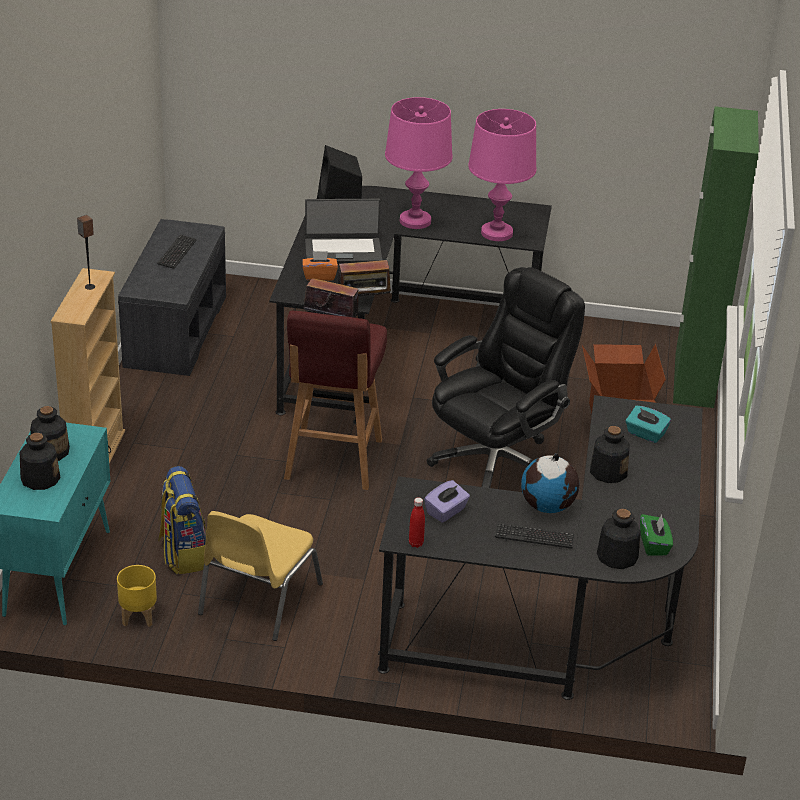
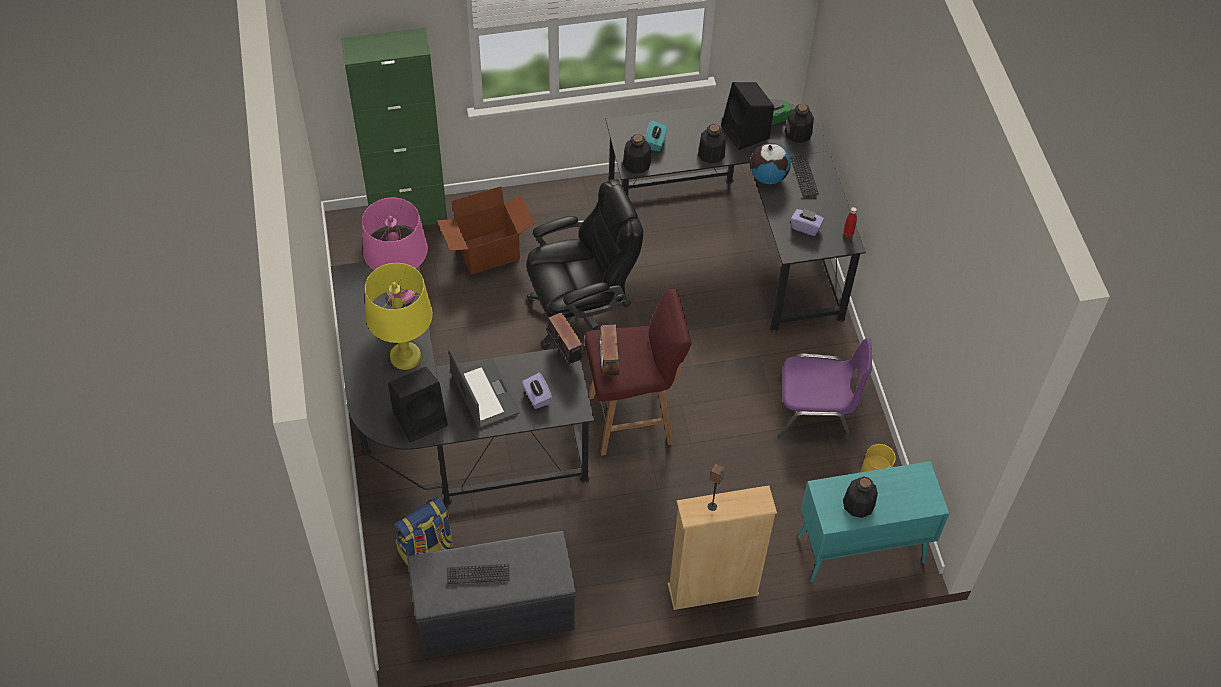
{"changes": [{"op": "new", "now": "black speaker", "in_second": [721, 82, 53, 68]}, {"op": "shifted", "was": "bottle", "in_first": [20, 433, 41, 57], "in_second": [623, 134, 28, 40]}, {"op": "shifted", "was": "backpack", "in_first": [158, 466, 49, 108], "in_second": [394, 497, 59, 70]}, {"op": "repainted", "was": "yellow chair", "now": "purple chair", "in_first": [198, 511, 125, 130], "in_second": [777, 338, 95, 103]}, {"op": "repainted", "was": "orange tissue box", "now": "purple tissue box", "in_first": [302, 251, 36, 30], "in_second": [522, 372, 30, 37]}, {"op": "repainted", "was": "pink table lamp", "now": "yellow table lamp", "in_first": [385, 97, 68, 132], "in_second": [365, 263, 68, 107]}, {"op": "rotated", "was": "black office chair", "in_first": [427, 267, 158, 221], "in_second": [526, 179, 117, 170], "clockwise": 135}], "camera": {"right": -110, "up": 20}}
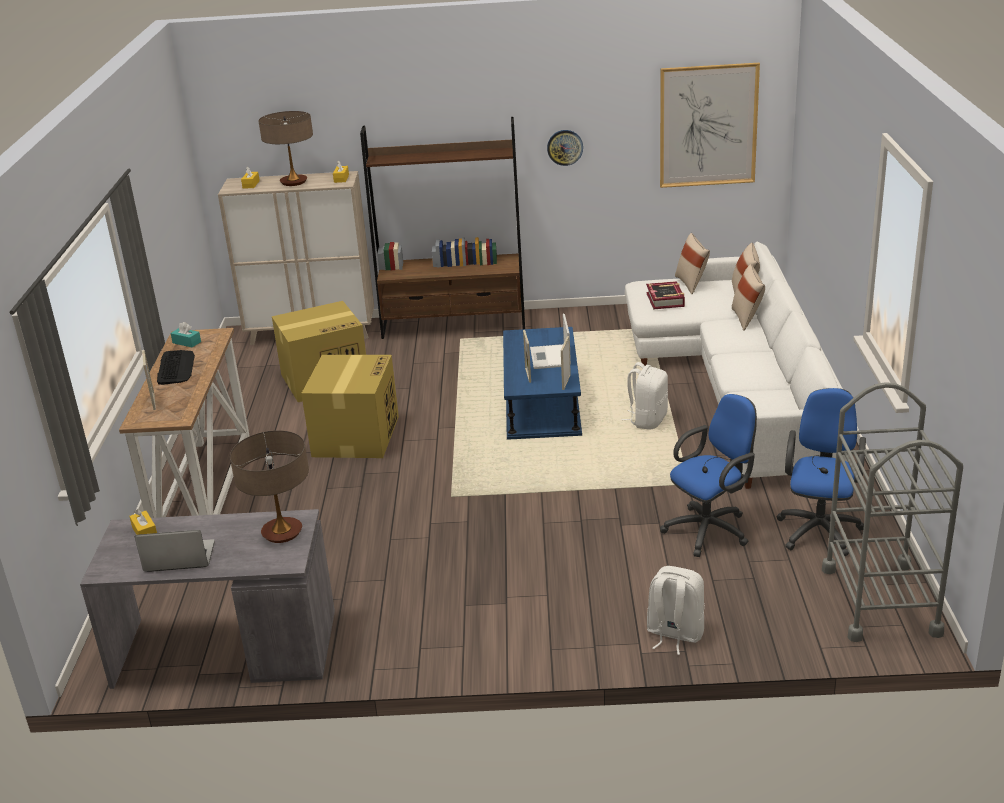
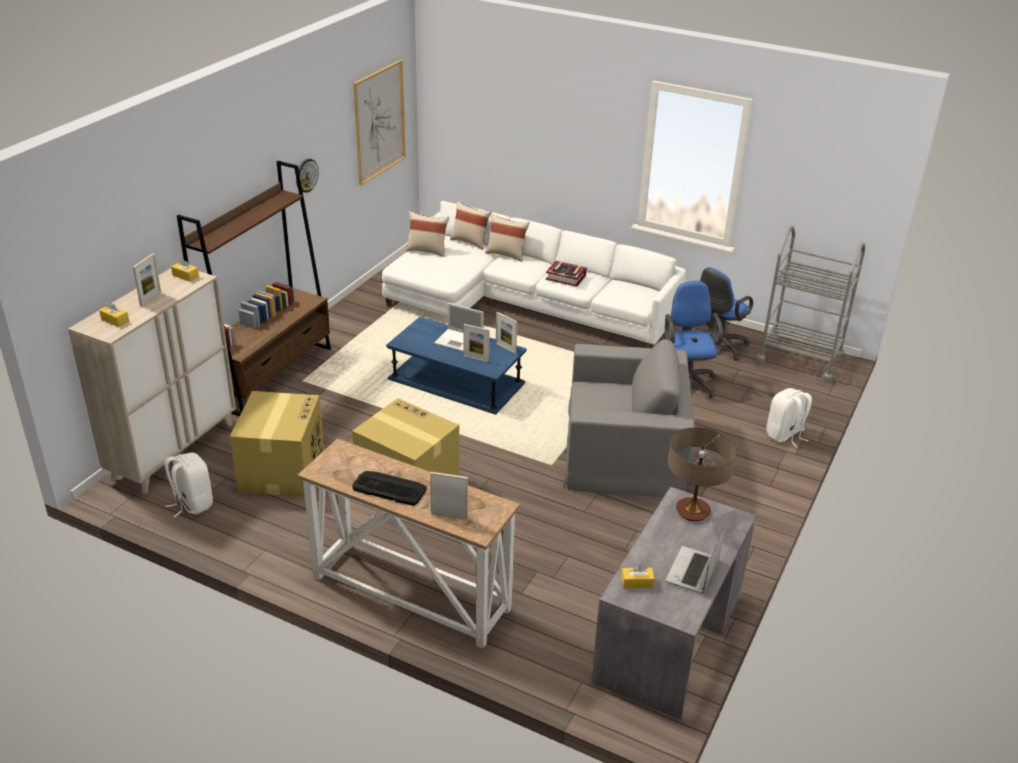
{"changes": [{"op": "gone", "was": "turquoise tissue box", "in_first": [170, 322, 31, 25]}, {"op": "new", "now": "grey armchair", "in_second": [564, 339, 131, 158]}, {"op": "shifted", "was": "white backpack", "in_first": [621, 362, 47, 68], "in_second": [165, 452, 48, 65]}, {"op": "shifted", "was": "book", "in_first": [646, 281, 39, 28], "in_second": [546, 261, 41, 26]}, {"op": "swapped", "was": "table lamp", "now": "picture frame", "in_first": [258, 111, 55, 75], "in_second": [133, 253, 28, 53]}, {"op": "rotated", "was": "blue office chair", "in_first": [776, 388, 90, 168], "in_second": [700, 267, 53, 94], "clockwise": -90}], "camera": {"right": -65, "up": 5}}
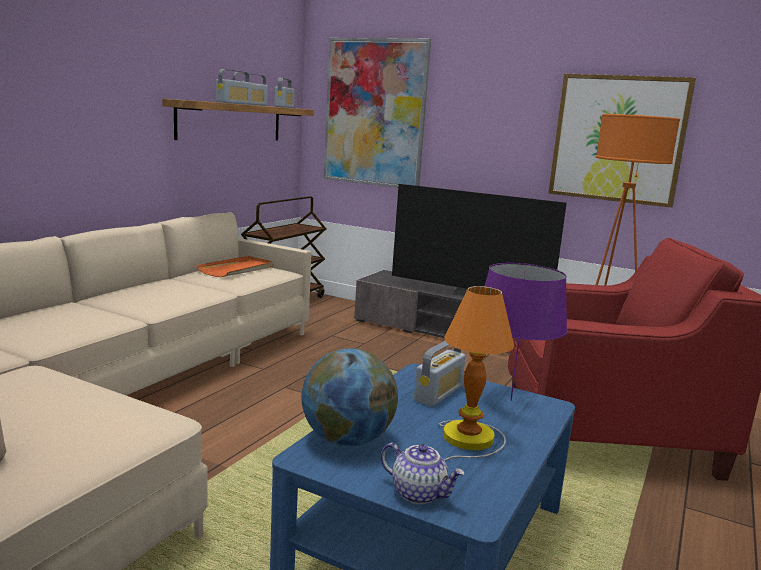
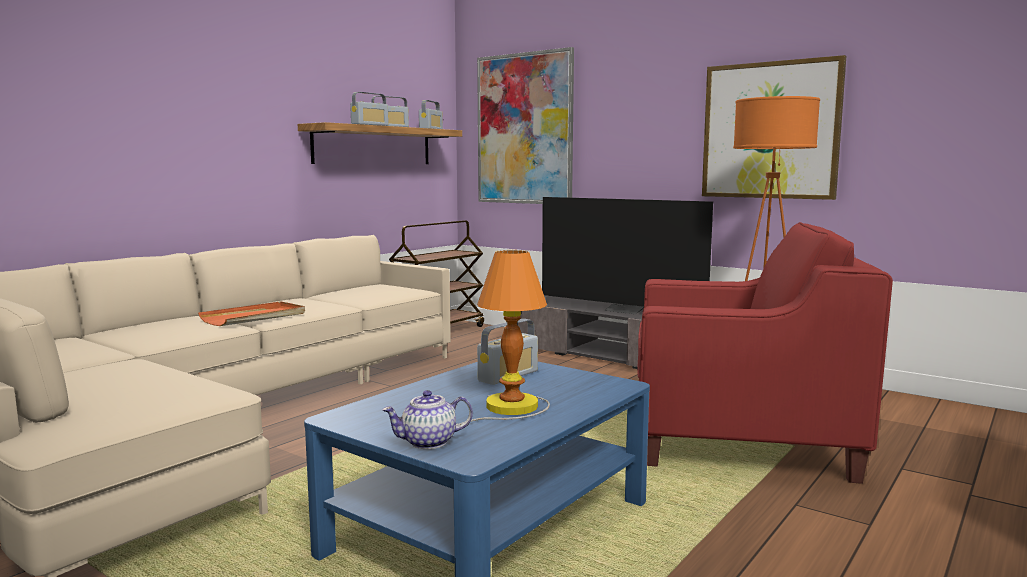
{"changes": [{"op": "gone", "was": "globe", "in_first": [301, 348, 97, 98]}, {"op": "gone", "was": "purple table lamp", "in_first": [484, 263, 83, 138]}, {"op": "shifted", "was": "orange tray", "in_first": [196, 256, 78, 21], "in_second": [198, 301, 107, 25]}, {"op": "rotated", "was": "teapot", "in_first": [381, 443, 84, 61], "in_second": [382, 390, 91, 59], "clockwise": 120}], "camera": {"right": 10, "up": -5}}
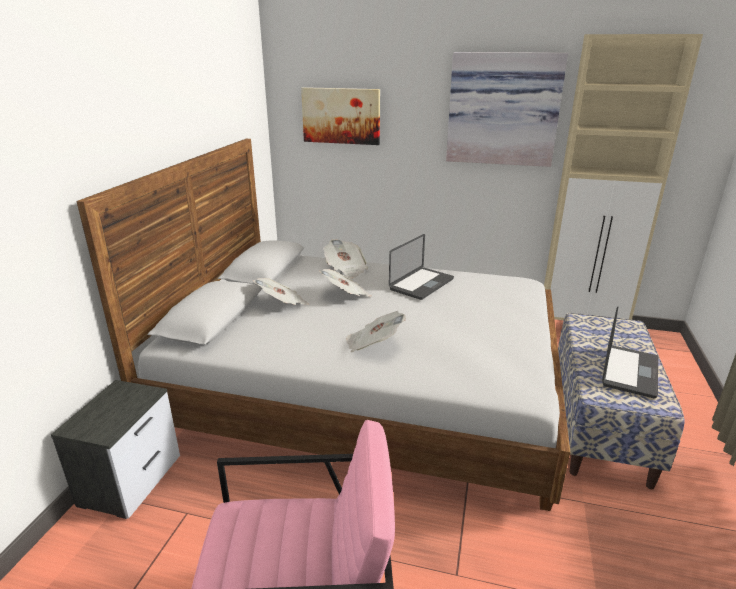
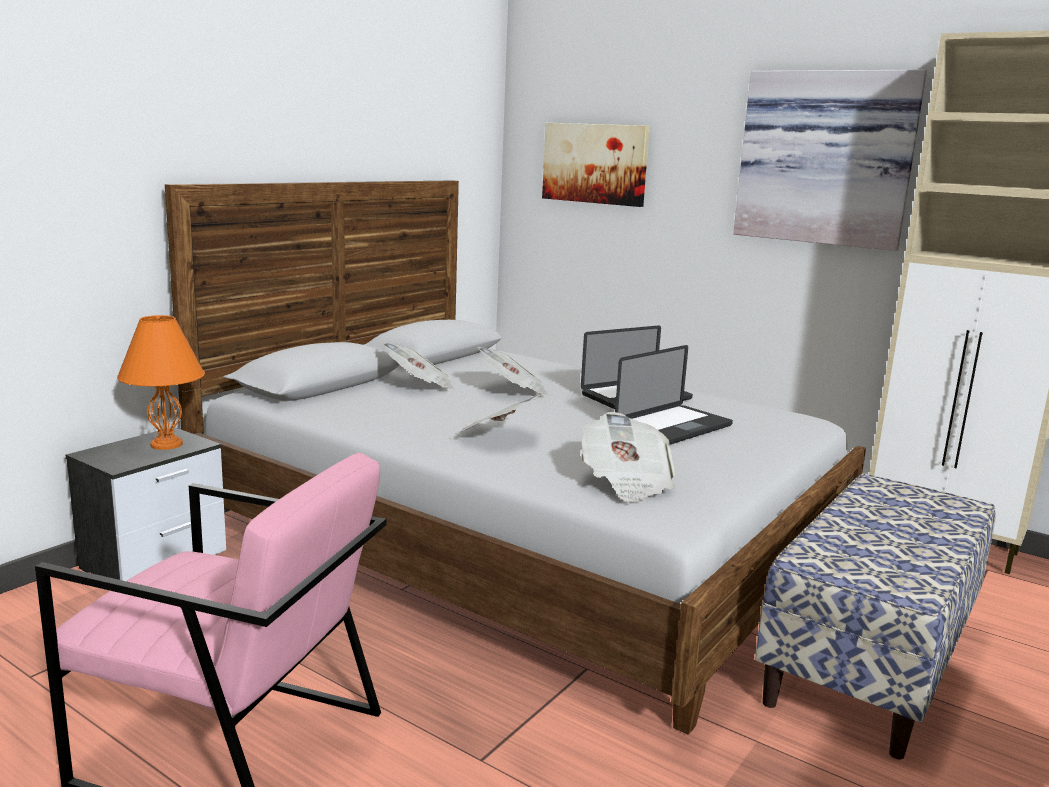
{"changes": [{"op": "new", "now": "orange table lamp", "in_second": [117, 315, 88, 135]}, {"op": "shifted", "was": "newspaper", "in_first": [323, 239, 45, 40], "in_second": [581, 412, 94, 90]}, {"op": "shifted", "was": "laptop", "in_first": [602, 307, 56, 92], "in_second": [615, 345, 118, 99]}], "camera": {"right": 20, "up": -10}}
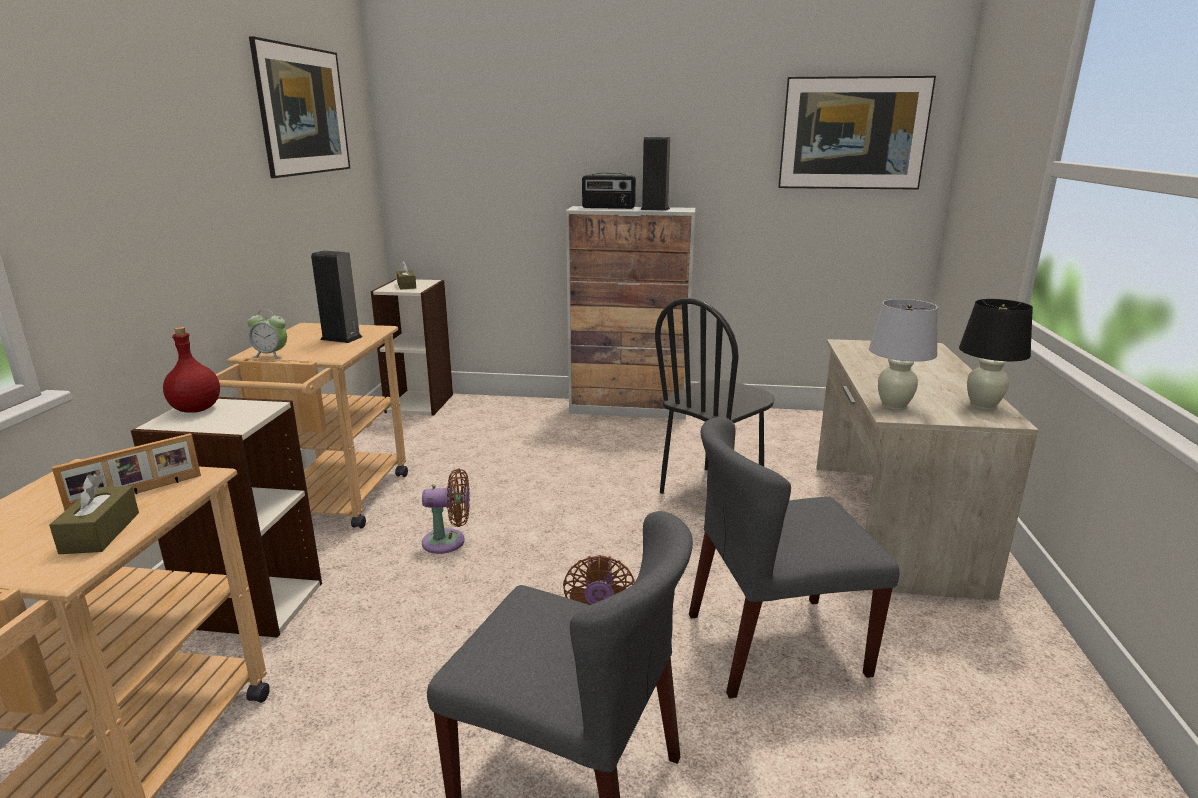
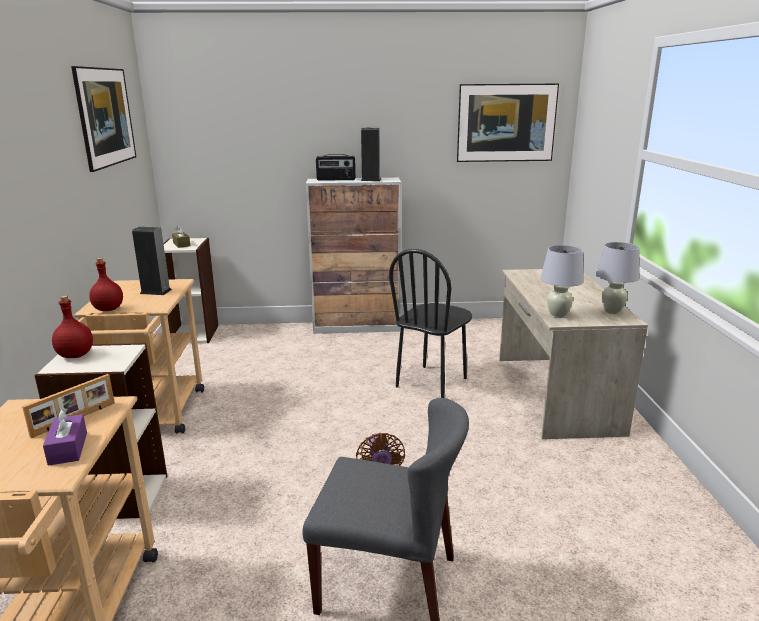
{"changes": [{"op": "gone", "was": "brown fan", "in_first": [422, 469, 48, 85]}, {"op": "gone", "was": "grey chair", "in_first": [689, 417, 211, 282]}, {"op": "swapped", "was": "alarm clock", "now": "red bottle", "in_first": [247, 309, 40, 50], "in_second": [89, 258, 34, 53]}, {"op": "repainted", "was": "brown tissue box", "now": "purple tissue box", "in_first": [49, 474, 90, 80], "in_second": [43, 408, 44, 58]}, {"op": "repainted", "was": "black table lamp", "now": "white table lamp", "in_first": [959, 299, 74, 111], "in_second": [596, 242, 44, 72]}], "camera": {"right": -10, "up": 0}}
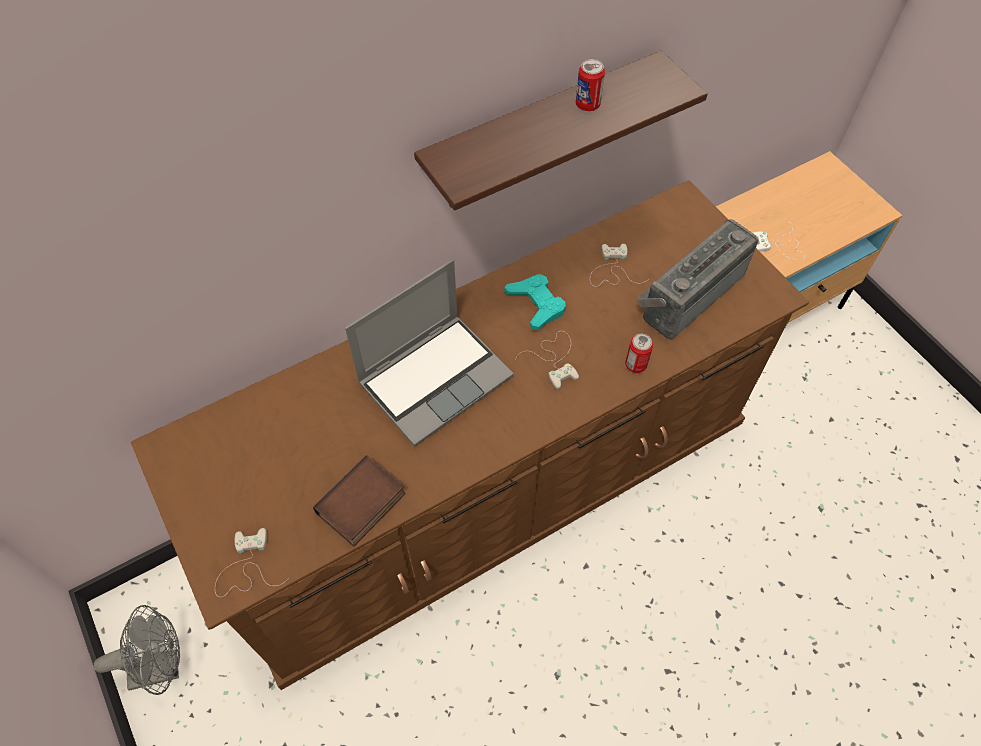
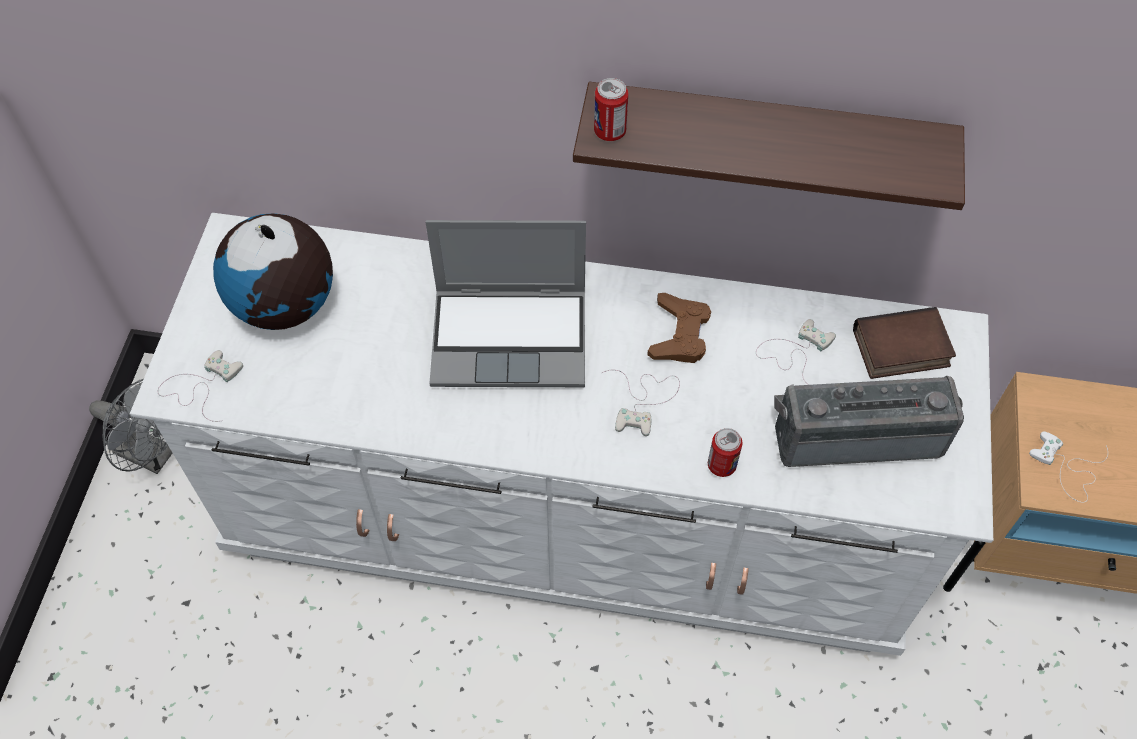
{"changes": [{"op": "new", "now": "globe", "in_second": [213, 213, 120, 117]}, {"op": "shifted", "was": "book", "in_first": [313, 455, 93, 91], "in_second": [853, 307, 103, 72]}, {"op": "shifted", "was": "can", "in_first": [576, 59, 29, 52], "in_second": [594, 78, 34, 63]}, {"op": "repainted", "was": "brown dresser", "now": "white dresser", "in_first": [131, 180, 678, 510], "in_second": [130, 213, 863, 443]}, {"op": "repainted", "was": "turquoise game controller", "now": "brown game controller", "in_first": [504, 274, 62, 56], "in_second": [647, 293, 64, 70]}], "camera": {"right": 40, "up": 0}}
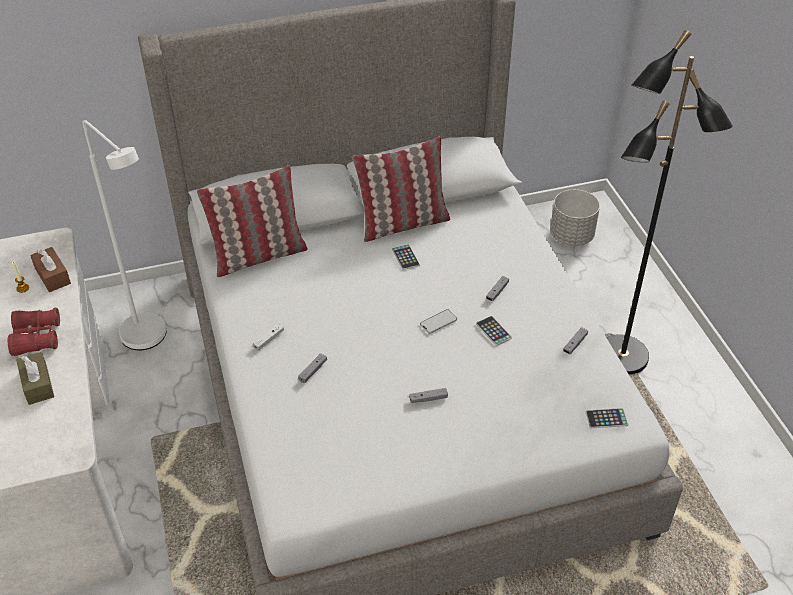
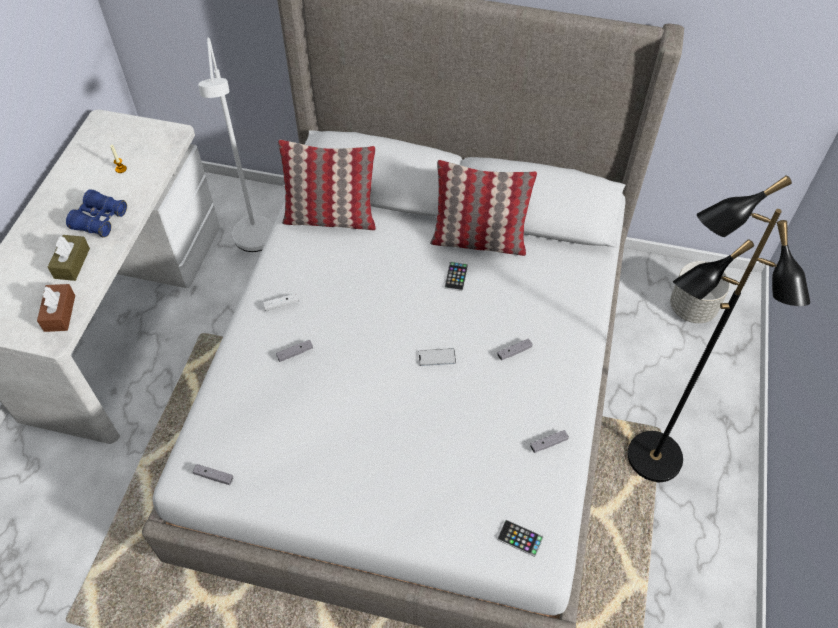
{"changes": [{"op": "gone", "was": "phone", "in_first": [476, 316, 36, 30]}, {"op": "shifted", "was": "brown tissue box", "in_first": [30, 247, 41, 45], "in_second": [37, 284, 38, 48]}, {"op": "shifted", "was": "grey game controller", "in_first": [409, 388, 39, 15], "in_second": [193, 464, 40, 21]}, {"op": "repainted", "was": "red binoculars", "now": "blue binoculars", "in_first": [8, 308, 52, 48], "in_second": [66, 189, 61, 49]}], "camera": {"right": 30, "up": 10}}
